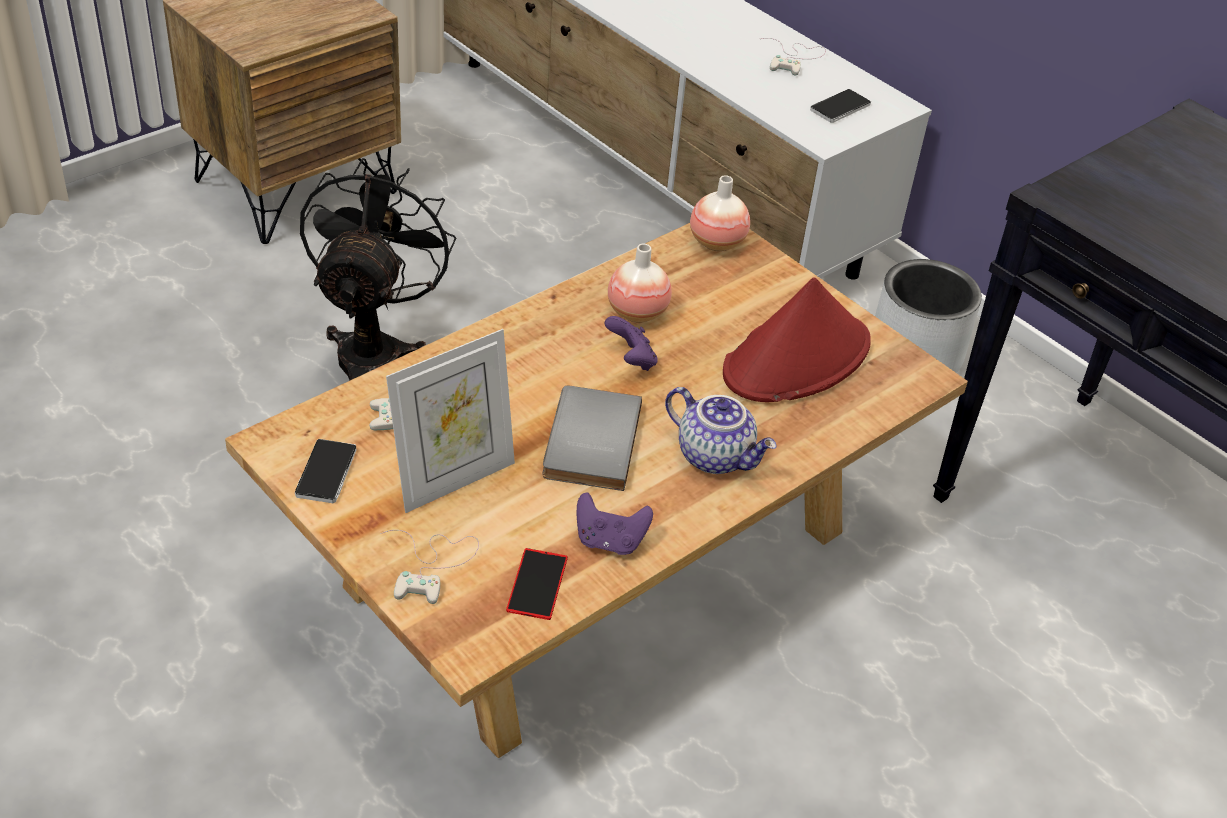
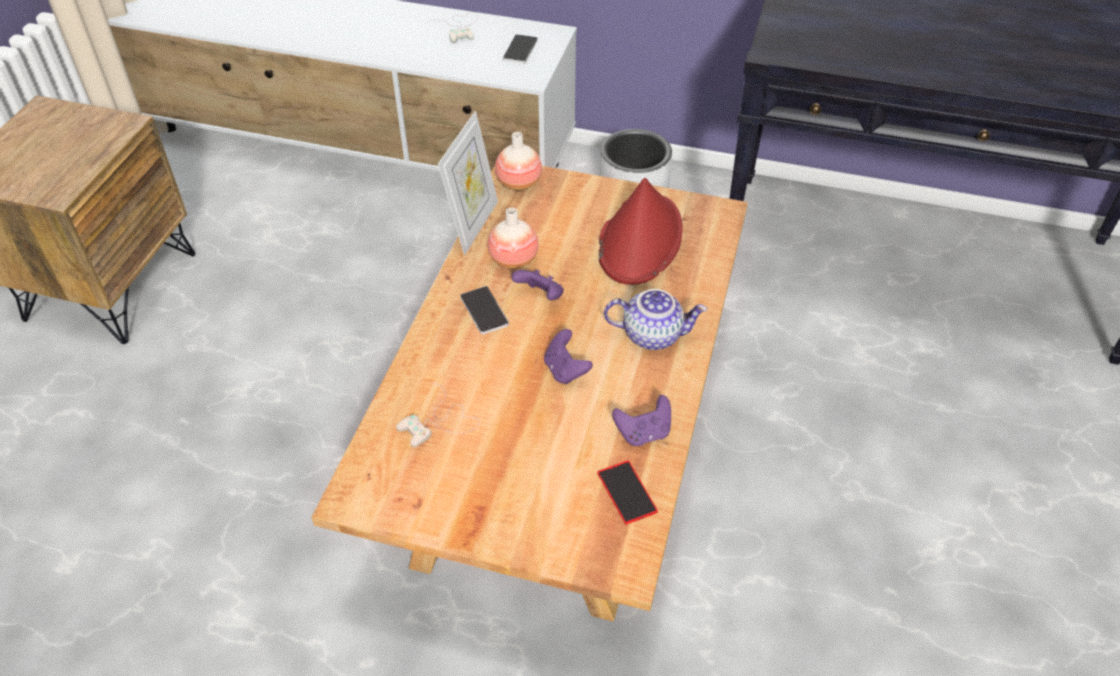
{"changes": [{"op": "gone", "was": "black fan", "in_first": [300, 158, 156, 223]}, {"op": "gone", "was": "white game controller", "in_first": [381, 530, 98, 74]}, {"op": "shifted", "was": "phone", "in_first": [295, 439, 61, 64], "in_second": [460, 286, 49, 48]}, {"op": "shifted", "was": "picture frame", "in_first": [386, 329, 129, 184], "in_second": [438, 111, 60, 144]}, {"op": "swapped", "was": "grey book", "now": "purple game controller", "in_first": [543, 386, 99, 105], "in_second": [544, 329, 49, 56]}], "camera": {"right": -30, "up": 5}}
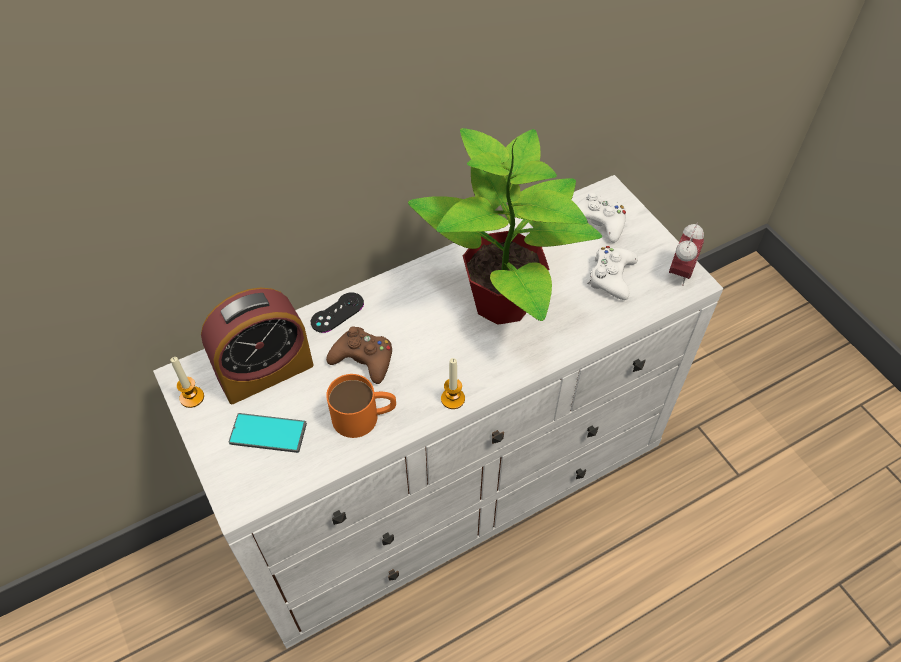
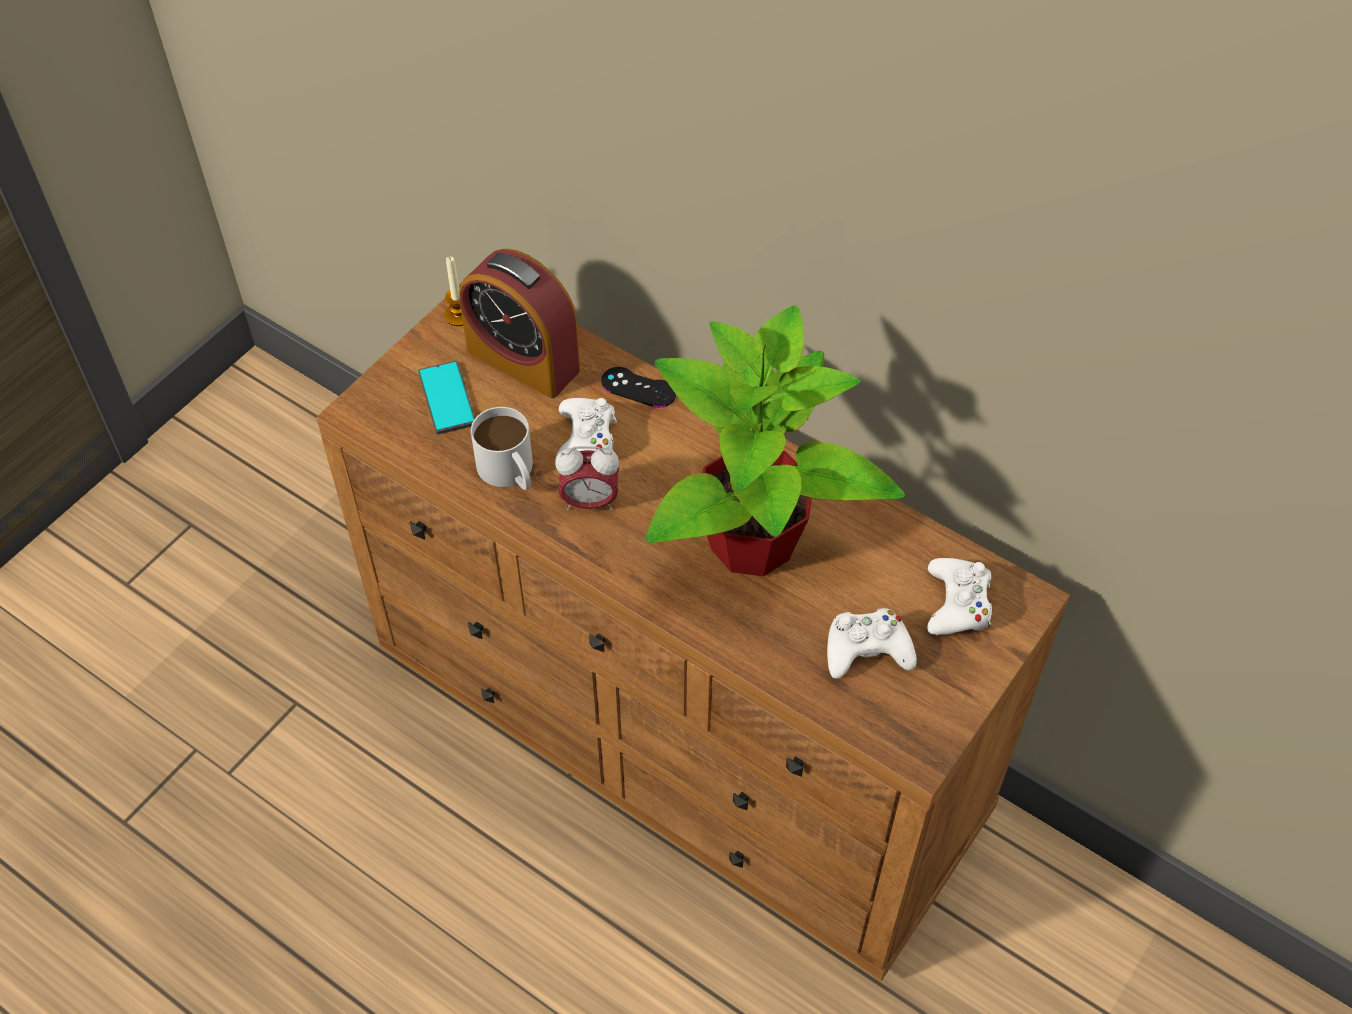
{"changes": [{"op": "gone", "was": "candle", "in_first": [441, 358, 24, 51]}, {"op": "shifted", "was": "alarm clock", "in_first": [669, 223, 35, 63], "in_second": [555, 446, 64, 65]}, {"op": "repainted", "was": "white dresser", "now": "brown dresser", "in_first": [153, 175, 570, 474], "in_second": [316, 284, 754, 697]}, {"op": "repainted", "was": "brown game controller", "now": "white game controller", "in_first": [326, 327, 66, 57], "in_second": [555, 398, 62, 64]}, {"op": "repainted", "was": "orange mug", "now": "white mug", "in_first": [326, 374, 70, 64], "in_second": [471, 407, 62, 83]}], "camera": {"right": 65, "up": 0}}
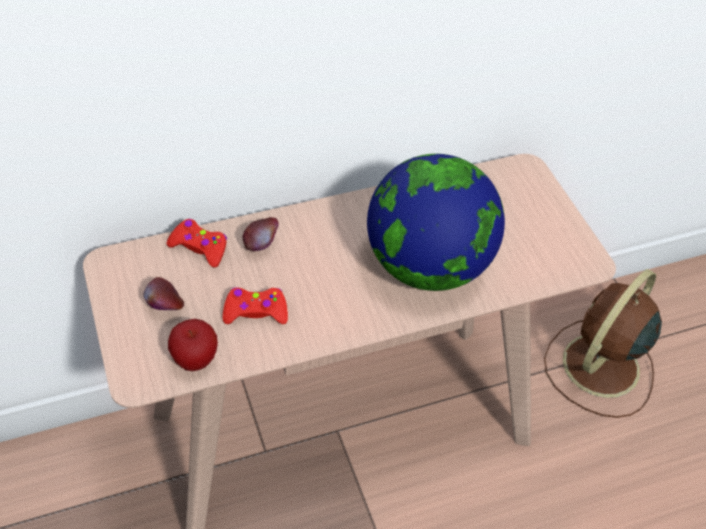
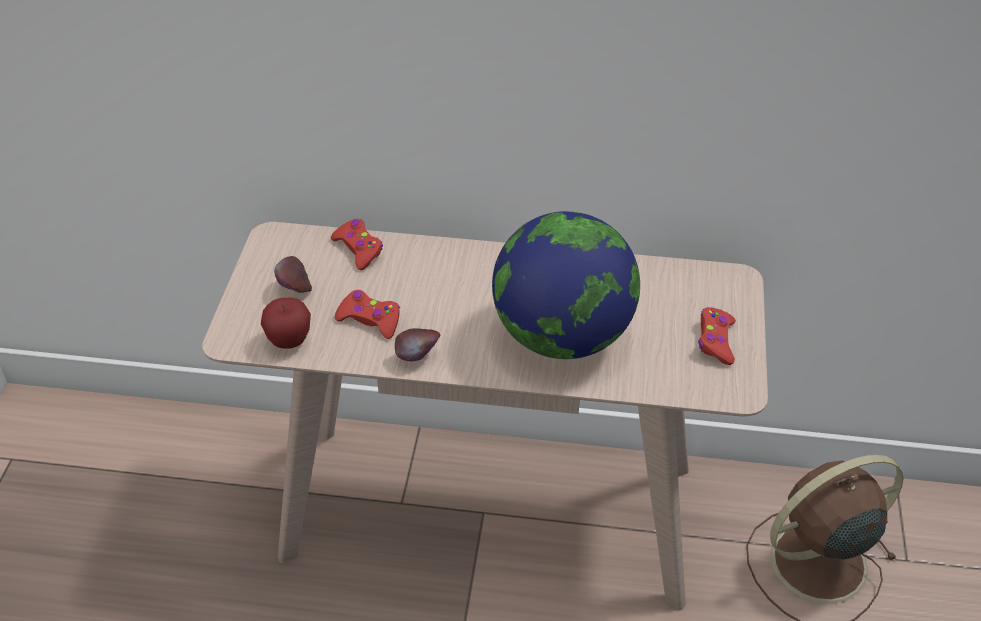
{"changes": [{"op": "new", "now": "red game controller", "in_second": [698, 307, 38, 58]}, {"op": "shifted", "was": "apple", "in_first": [242, 217, 37, 34], "in_second": [395, 328, 45, 33]}], "camera": {"right": 30, "up": -5}}
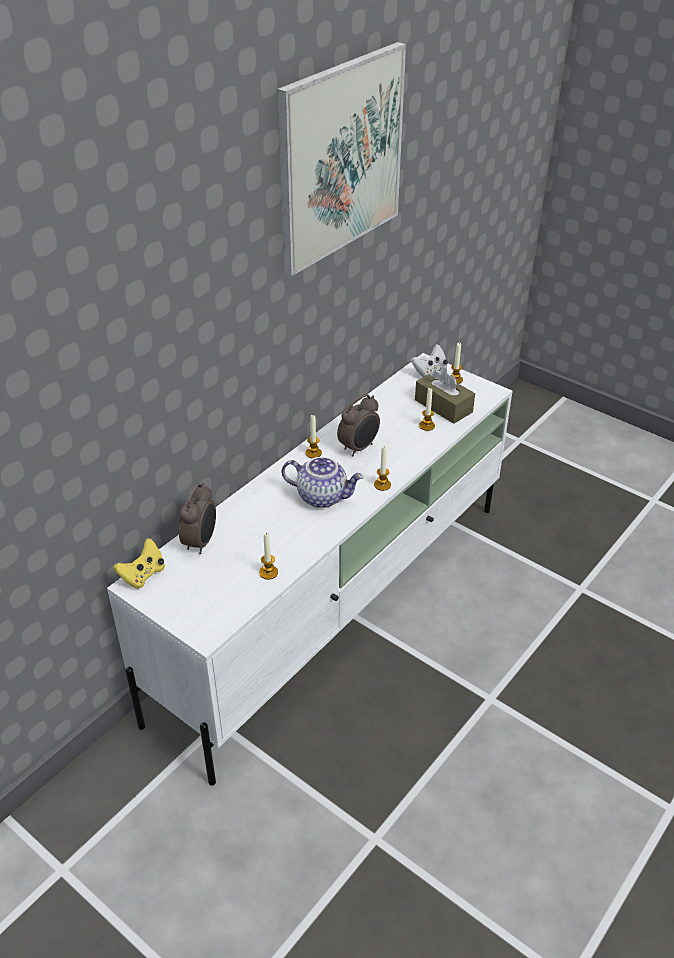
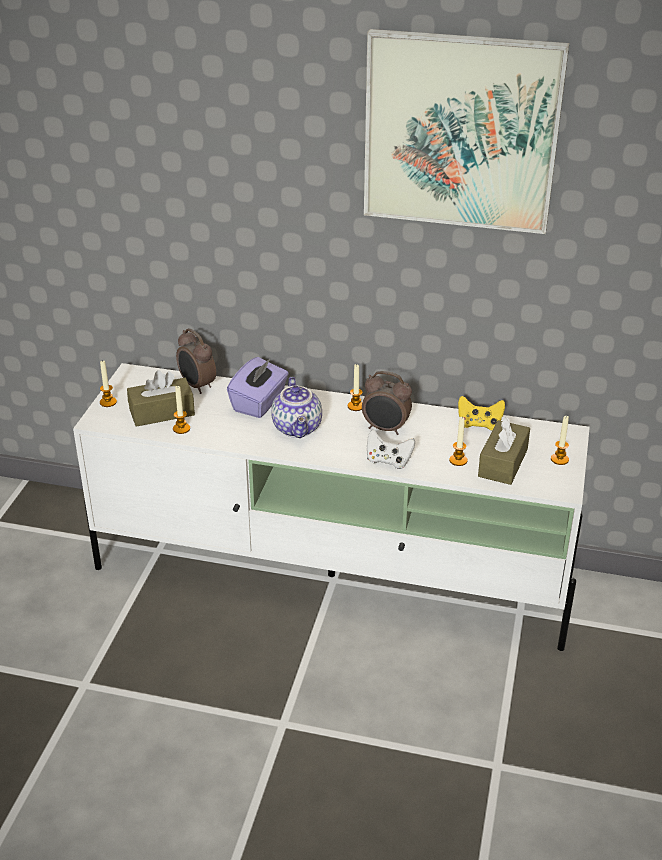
{"changes": [{"op": "new", "now": "brown tissue box", "in_second": [127, 370, 68, 57]}, {"op": "new", "now": "purple tissue box", "in_second": [227, 357, 62, 61]}, {"op": "shifted", "was": "yellow game controller", "in_first": [114, 538, 51, 51], "in_second": [458, 396, 47, 34]}, {"op": "shifted", "was": "candle", "in_first": [374, 446, 17, 45], "in_second": [100, 360, 17, 47]}, {"op": "shifted", "was": "white game controller", "in_first": [411, 344, 37, 33], "in_second": [367, 429, 48, 40]}, {"op": "rotated", "was": "alarm clock", "in_first": [179, 482, 37, 72], "in_second": [176, 328, 40, 66], "clockwise": 60}], "camera": {"right": 65, "up": -5}}
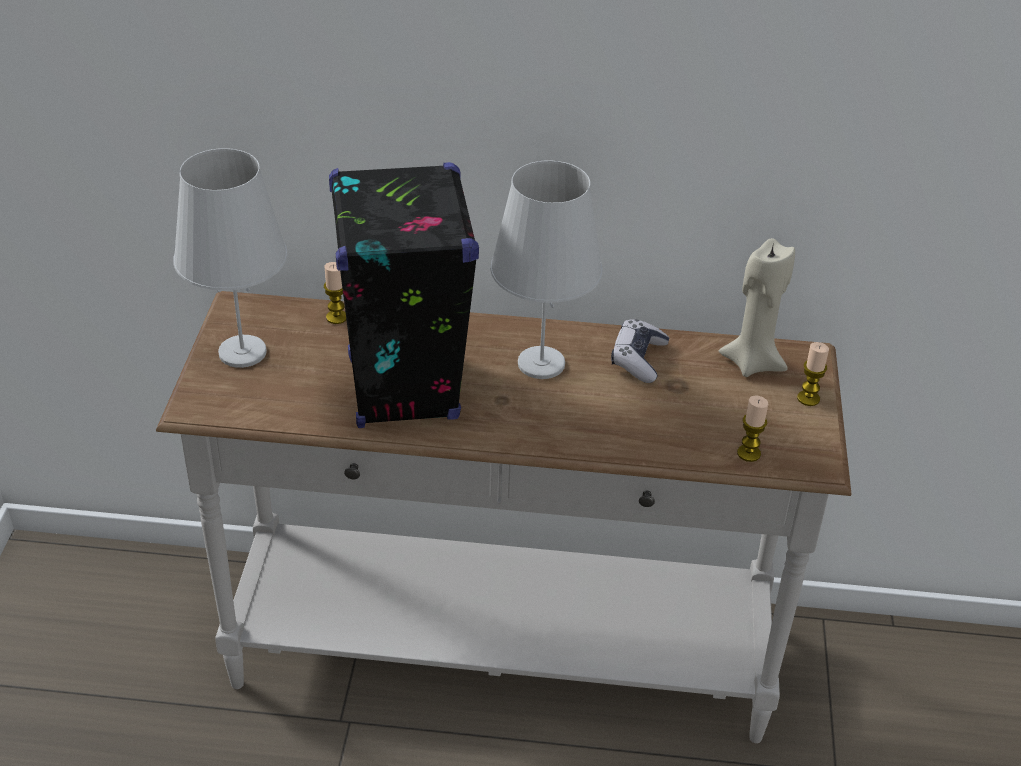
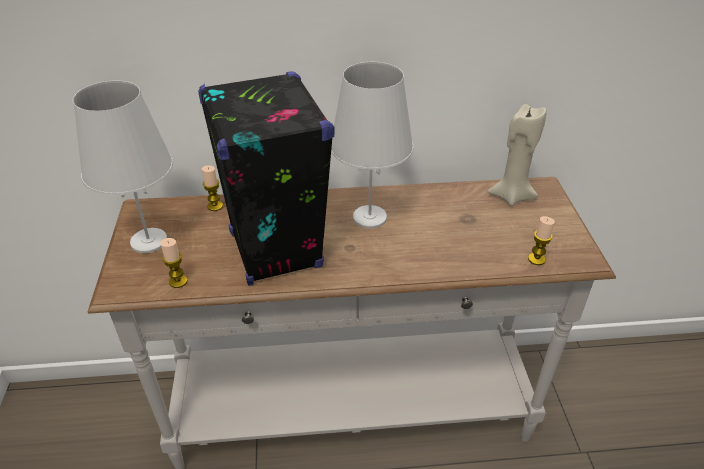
{"changes": [{"op": "gone", "was": "game controller", "in_first": [611, 319, 59, 64]}, {"op": "shifted", "was": "candle", "in_first": [797, 342, 32, 64], "in_second": [160, 238, 28, 50]}], "camera": {"right": -10, "up": 0}}
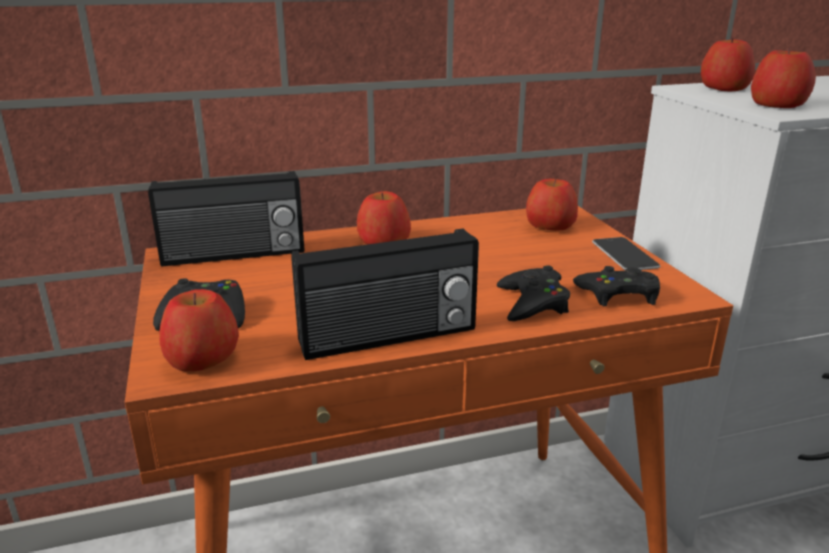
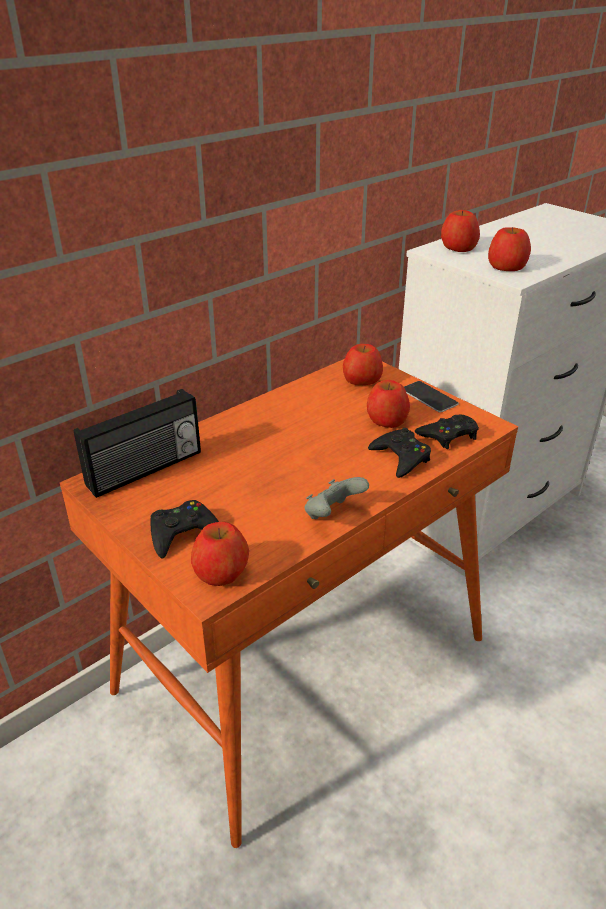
{"changes": [{"op": "shifted", "was": "apple", "in_first": [357, 191, 54, 53], "in_second": [367, 380, 43, 48]}, {"op": "swapped", "was": "radio", "now": "grey game controller", "in_first": [291, 228, 188, 132], "in_second": [305, 477, 64, 42]}], "camera": {"right": -25, "up": 10}}
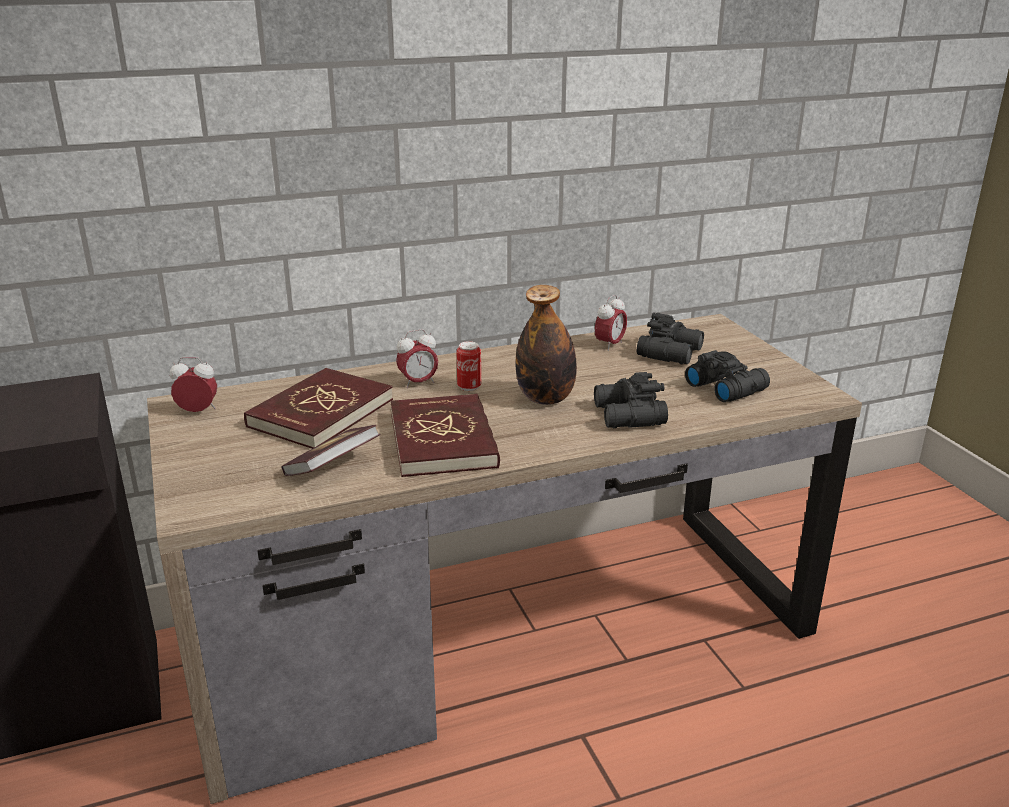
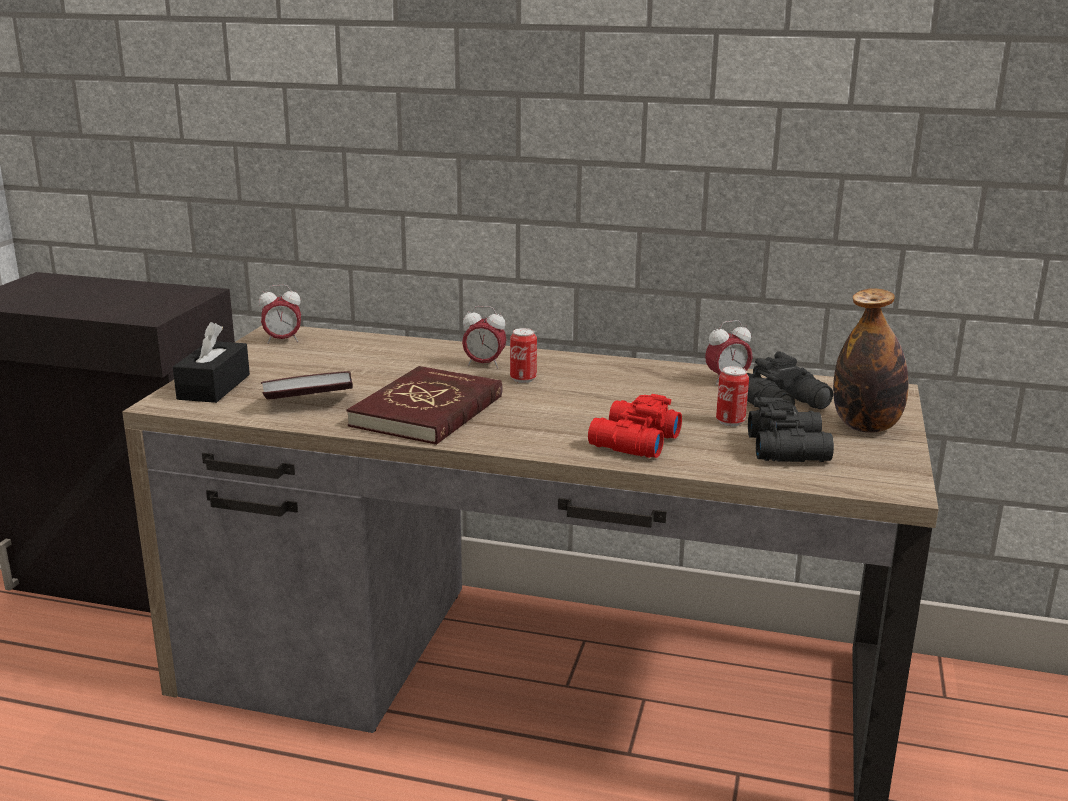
{"changes": [{"op": "gone", "was": "red book", "in_first": [244, 368, 149, 81]}, {"op": "new", "now": "black tissue box", "in_second": [173, 322, 77, 81]}, {"op": "new", "now": "can", "in_second": [716, 366, 33, 60]}, {"op": "shifted", "was": "bottle", "in_first": [516, 285, 61, 120], "in_second": [833, 288, 75, 145]}, {"op": "repainted", "was": "black binoculars", "now": "red binoculars", "in_first": [594, 372, 74, 56], "in_second": [588, 394, 94, 64]}, {"op": "rotated", "was": "alarm clock", "in_first": [170, 357, 47, 55], "in_second": [259, 285, 42, 59], "clockwise": 135}], "camera": {"right": 35, "up": -5}}
